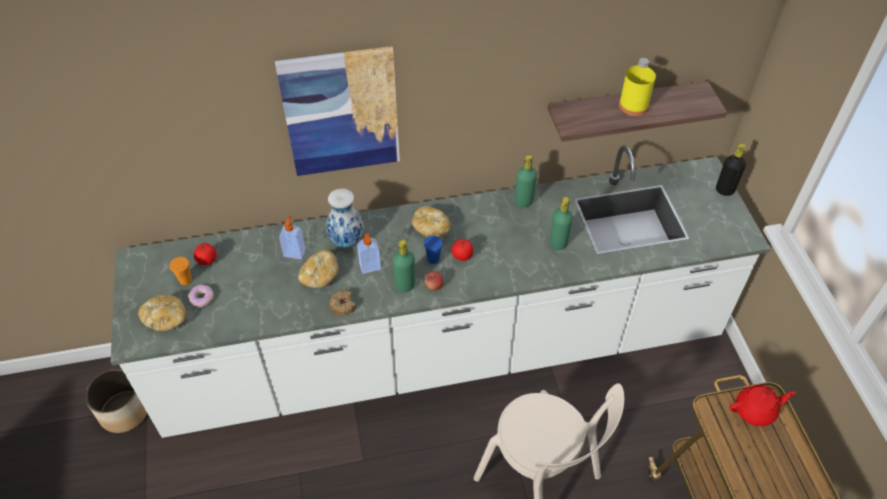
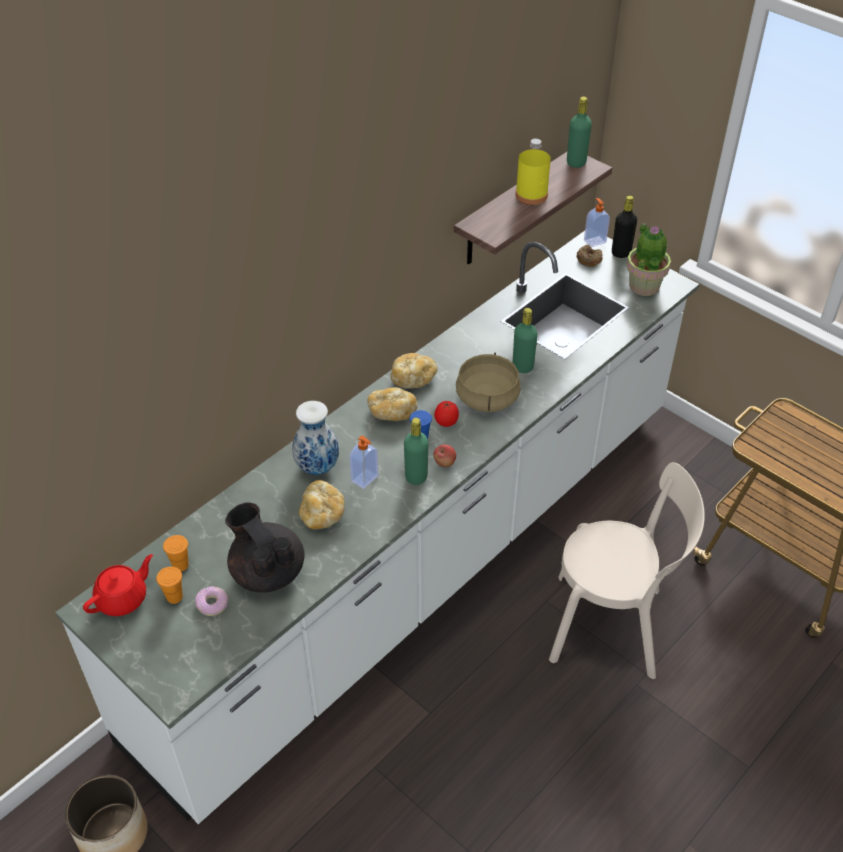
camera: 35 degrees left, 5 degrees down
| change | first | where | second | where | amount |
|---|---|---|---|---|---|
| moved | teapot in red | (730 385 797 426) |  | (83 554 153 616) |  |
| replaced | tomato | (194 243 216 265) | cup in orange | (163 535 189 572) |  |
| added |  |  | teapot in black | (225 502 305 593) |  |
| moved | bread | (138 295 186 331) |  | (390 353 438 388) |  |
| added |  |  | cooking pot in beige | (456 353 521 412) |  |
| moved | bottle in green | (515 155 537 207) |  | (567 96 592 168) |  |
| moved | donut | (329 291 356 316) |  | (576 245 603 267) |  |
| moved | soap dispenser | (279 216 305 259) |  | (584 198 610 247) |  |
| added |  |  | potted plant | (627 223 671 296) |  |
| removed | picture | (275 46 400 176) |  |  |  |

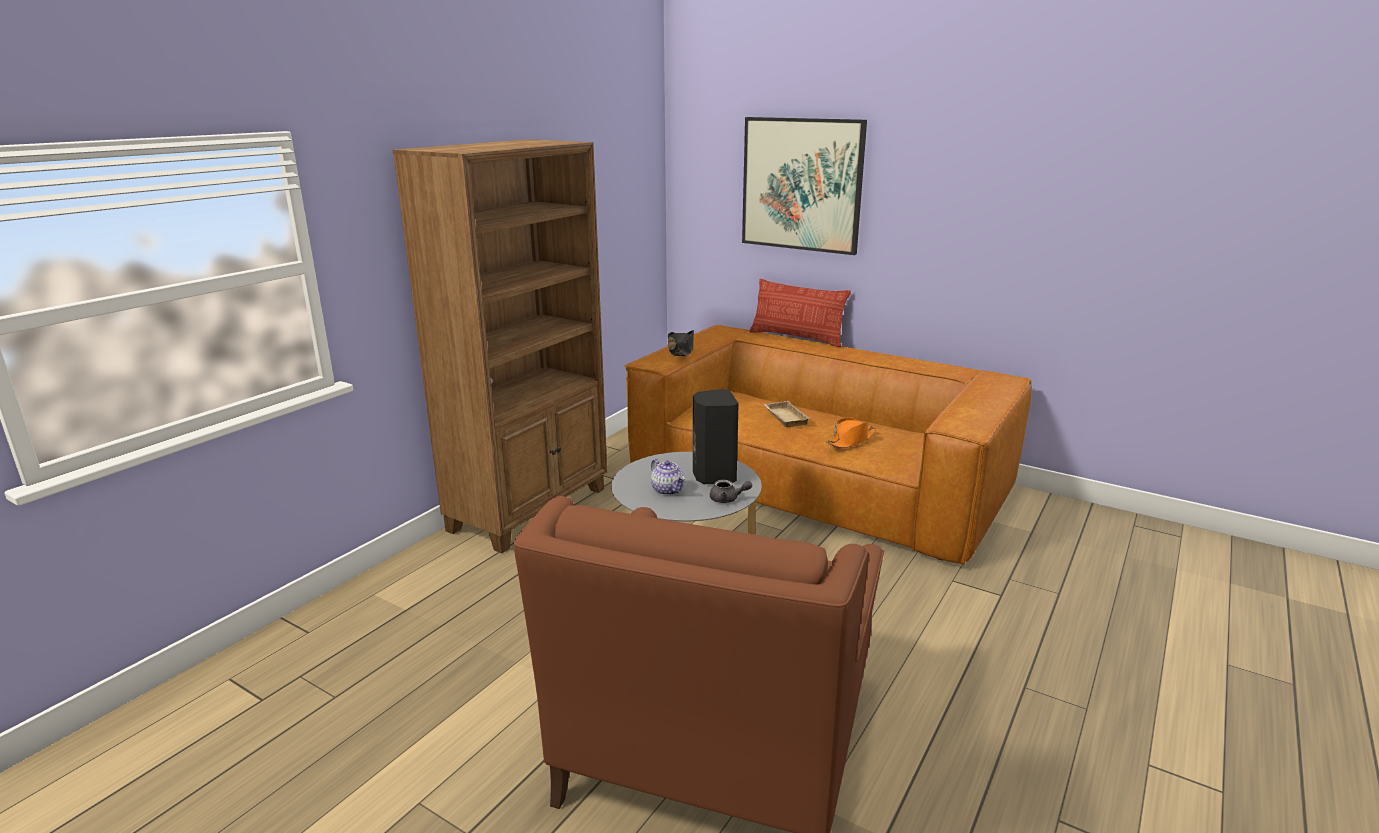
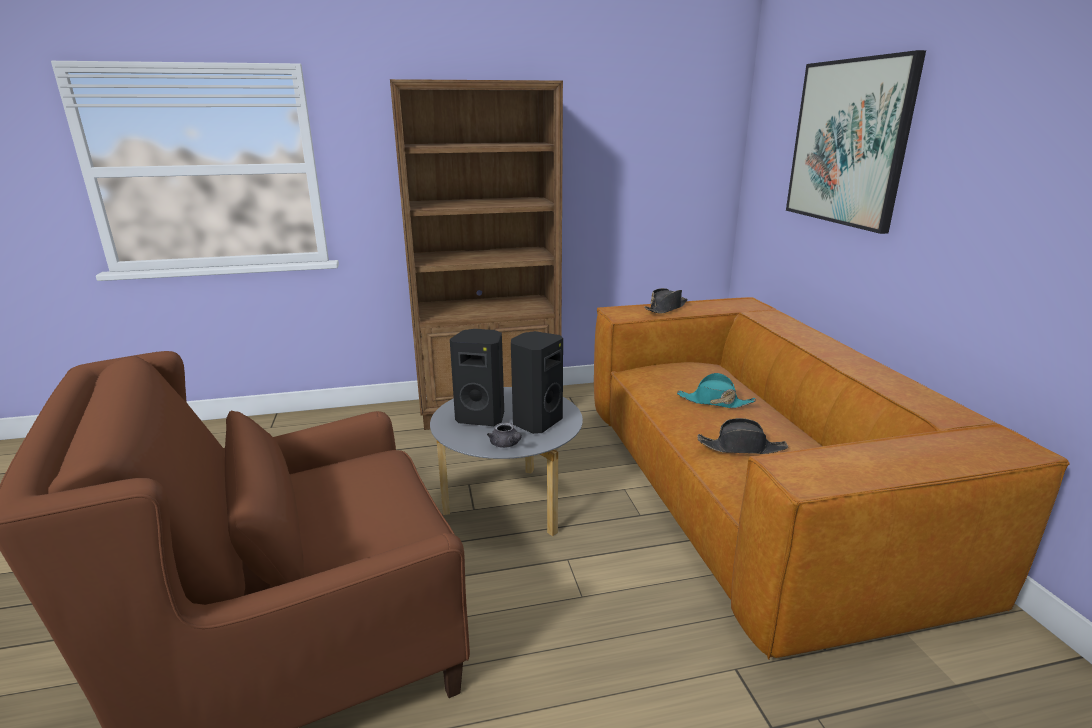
camera: 45 degrees right, 0 degrees up
| change | first | where | second | where | amount |
|---|---|---|---|---|---|
| replaced | teapot | (651 459 685 495) | speaker in black | (450 329 504 426) |  |
| replaced | tray in beige | (764 401 810 427) | hat in turquoise | (677 373 756 408) |  |
| recoloured | hat in orange | (825 417 876 448) | hat in black | (698 418 788 454) |  |
| removed | pillow | (750 279 851 347) |  |  |  |

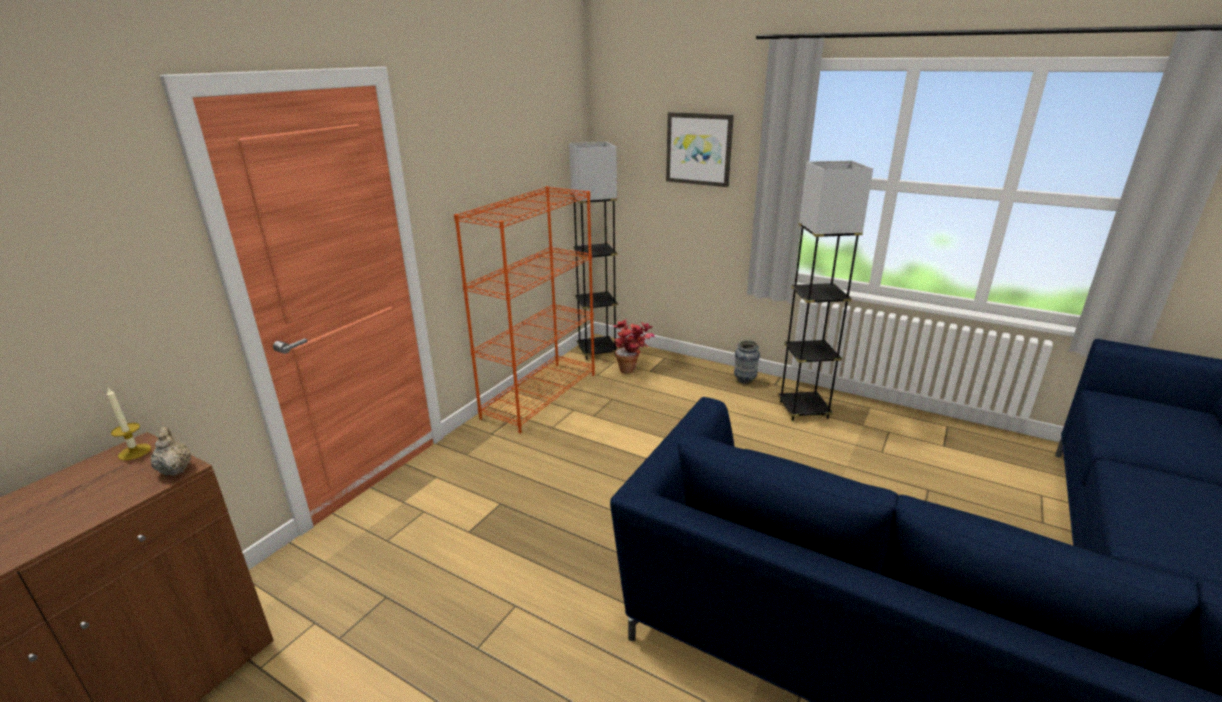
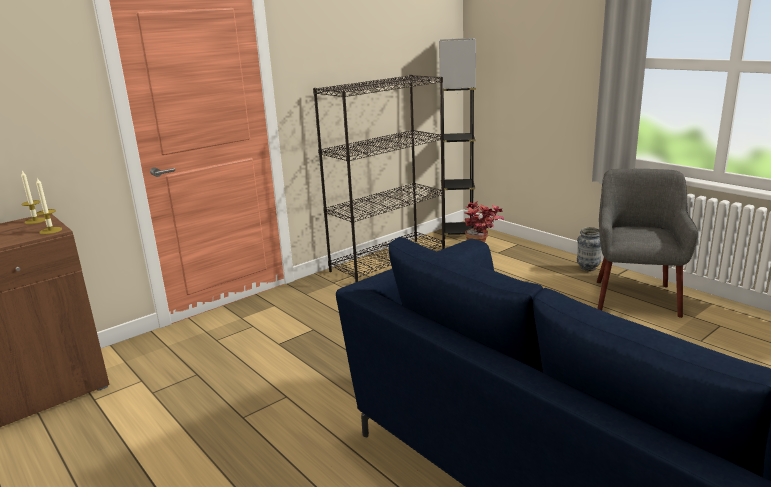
camera: 20 degrees right, 5 degrees down
| change | first | where | second | where | amount |
|---|---|---|---|---|---|
| replaced | teapot in beige | (151 427 191 476) | candle | (36 178 62 234) |  |
| recoloured | bookcase in orange | (454 186 595 433) | bookcase in black | (313 75 445 282) |  |
| replaced | floor lamp in grey | (778 160 873 421) | armchair in grey | (597 169 699 318) |  |
| removed | picture | (666 112 734 187) |  |  |  |

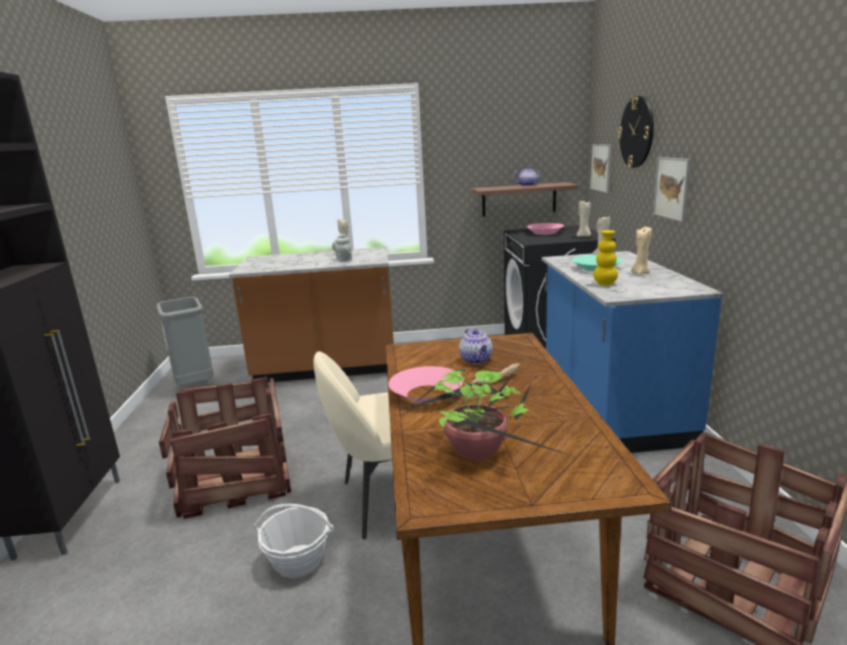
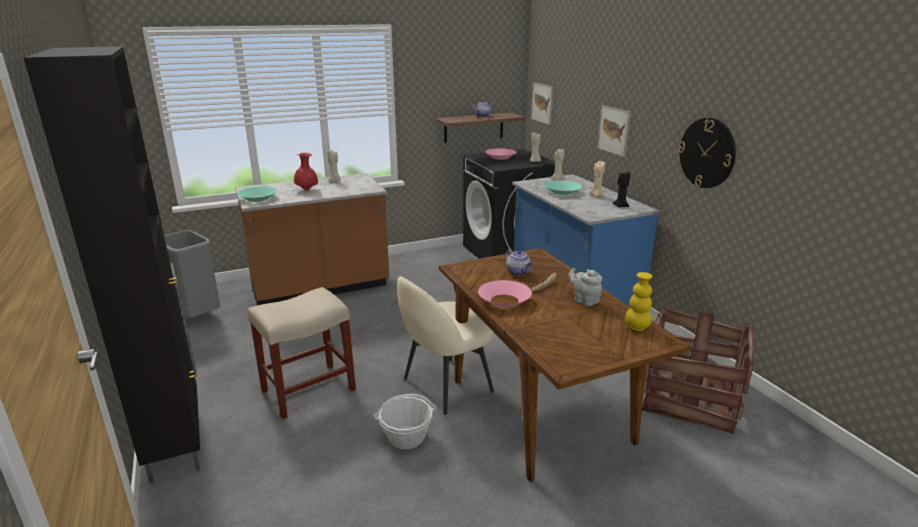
camera: 20 degrees left, 5 degrees up
| change | first | where | second | where | amount |
|---|---|---|---|---|---|
| added |  |  | bowl in turquoise | (237 186 277 202) |  |
| replaced | crate | (159 377 291 519) | stool in beige | (247 287 356 419) |  |
| added |  |  | vase in red | (294 153 318 191) |  |
| moved | teapot in grey | (332 234 352 262) |  | (568 268 602 306) |  |
| added |  |  | candle in black | (612 171 630 208) |  |
| moved | vase in yellow | (593 230 618 286) |  | (625 272 653 331) |  |
| moved | wall clock | (618 96 654 168) |  | (678 118 736 188) |  |
| removed | potted plant | (400 368 572 461) |  |  |  |

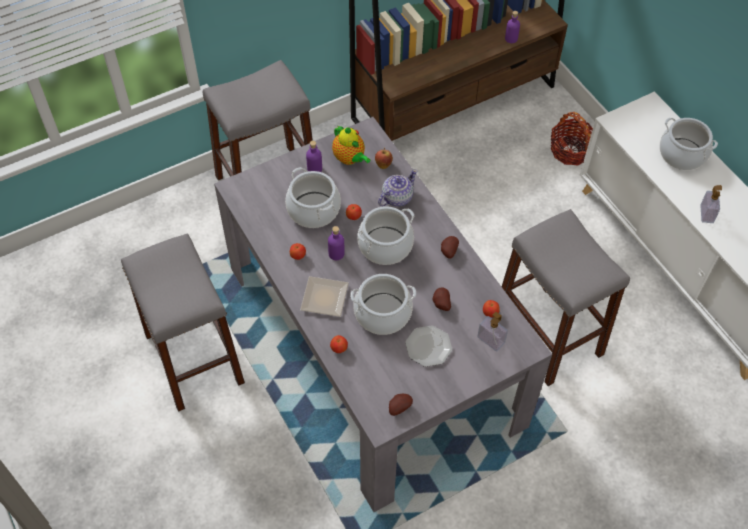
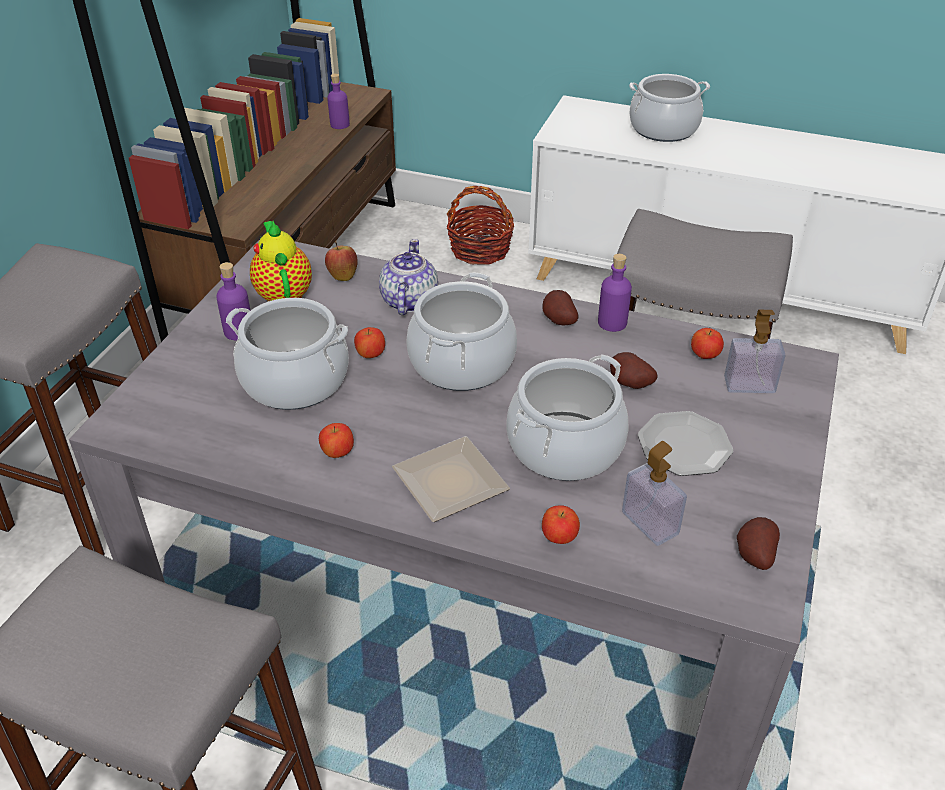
camera: 40 degrees left, 15 degrees down
| change | first | where | second | where | amount |
|---|---|---|---|---|---|
| turned | teapot | (332 125 370 165) |  | (250 221 312 301) | 120 degrees counterclockwise |
| moved | bottle in purple | (328 226 344 260) |  | (598 254 632 332) |  |
| moved | soap dispenser | (700 185 722 223) |  | (622 441 687 546) |  |

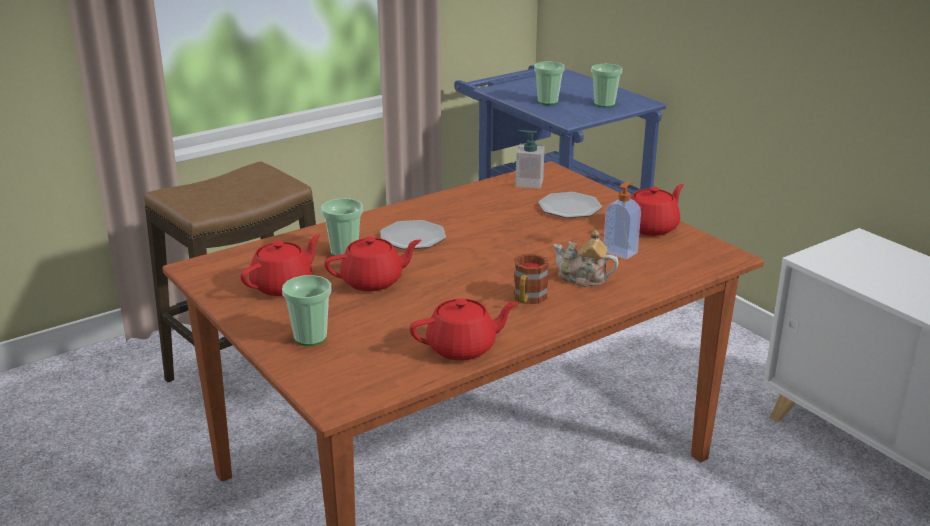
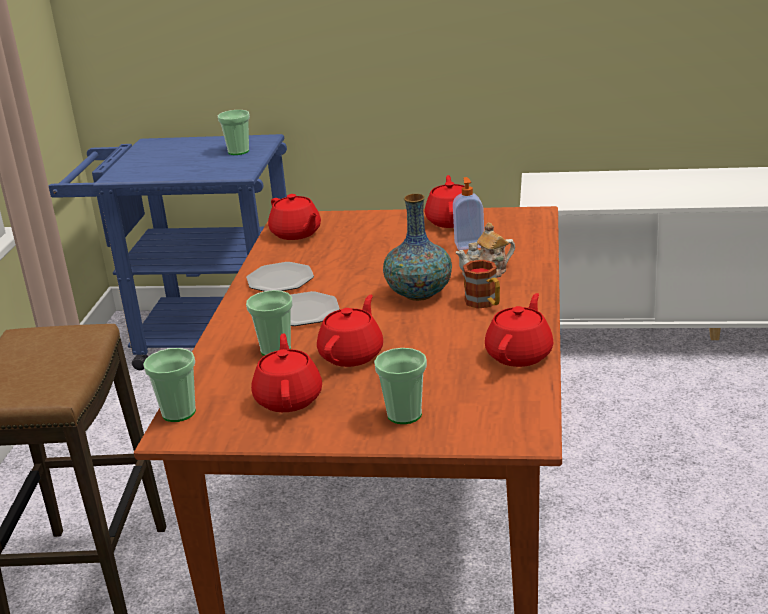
camera: 45 degrees left, 0 degrees up
| change | first | where | second | where | amount |
|---|---|---|---|---|---|
| moved | cup | (534 61 565 105) |  | (143 348 196 422) |  |
| moved | plate | (538 192 602 218) |  | (246 262 314 291) |  |
| replaced | soap dispenser | (515 130 545 189) | teapot in red | (268 194 321 240) |  |
| added |  |  | vase | (383 194 452 301) |  |

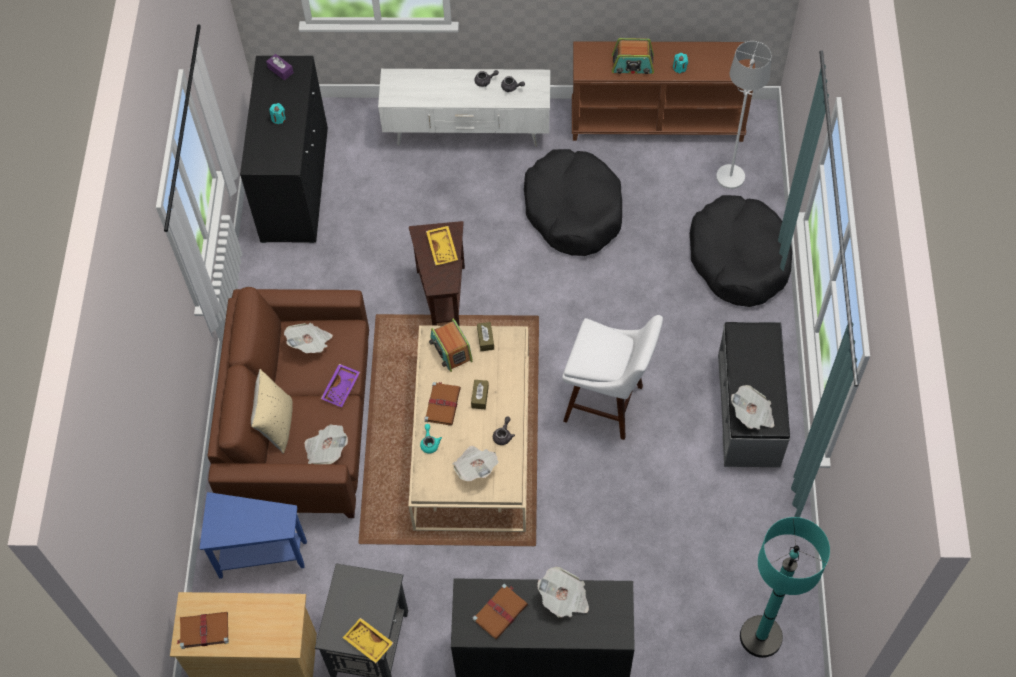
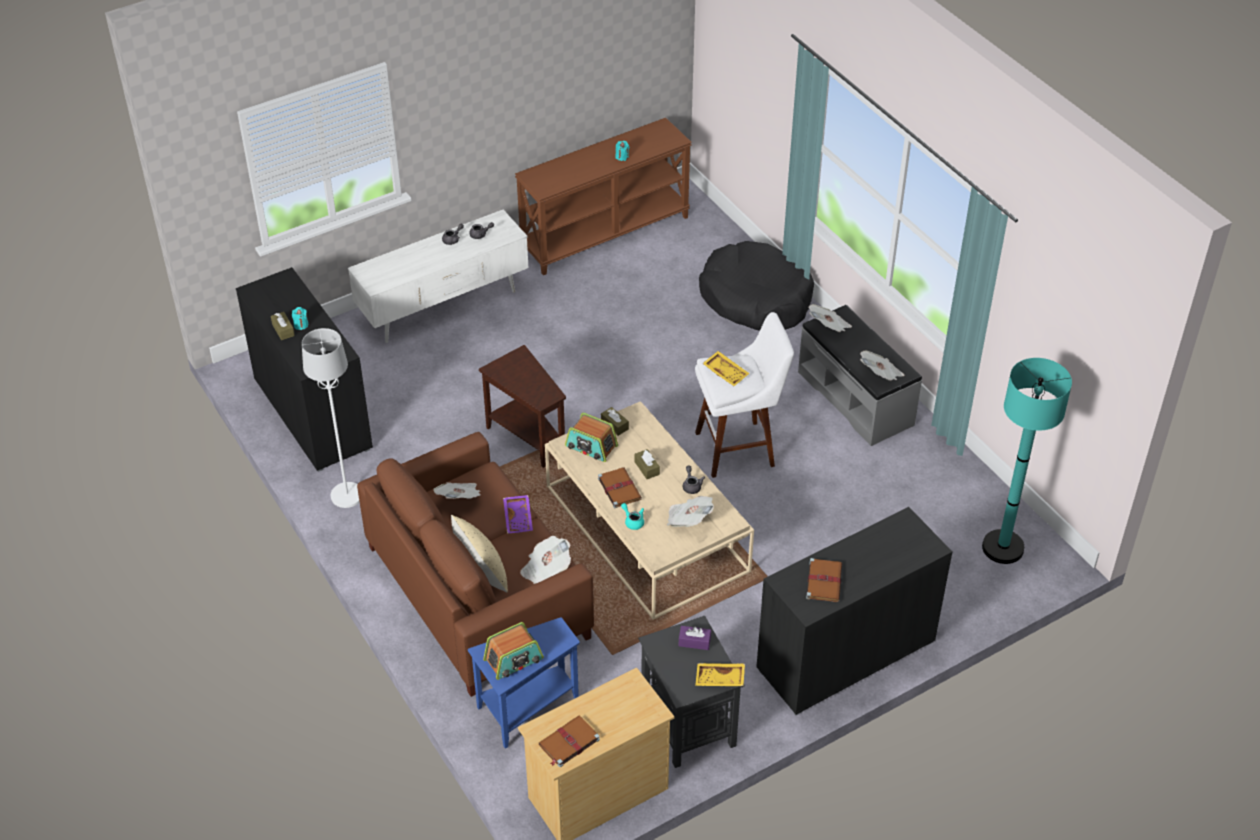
camera: 35 degrees left, 15 degrees down
| change | first | where | second | where | amount |
|---|---|---|---|---|---|
| added |  |  | tissue box in brown | (271 312 295 340) |  |
| moved | floor lamp in white | (716 41 772 189) |  | (302 328 360 508) |  |
| moved | radio | (612 38 654 74) |  | (483 622 544 680) |  |
| moved | tissue box in purple | (266 54 294 80) |  | (679 626 711 650) |  |
| moved | tray in yellow | (426 226 458 266) |  | (702 351 749 386) |  |
| moved | newspaper | (538 567 589 618) |  | (809 304 852 332) |  |
| removed | dog bed in black | (524 149 622 256) |  |  |  |

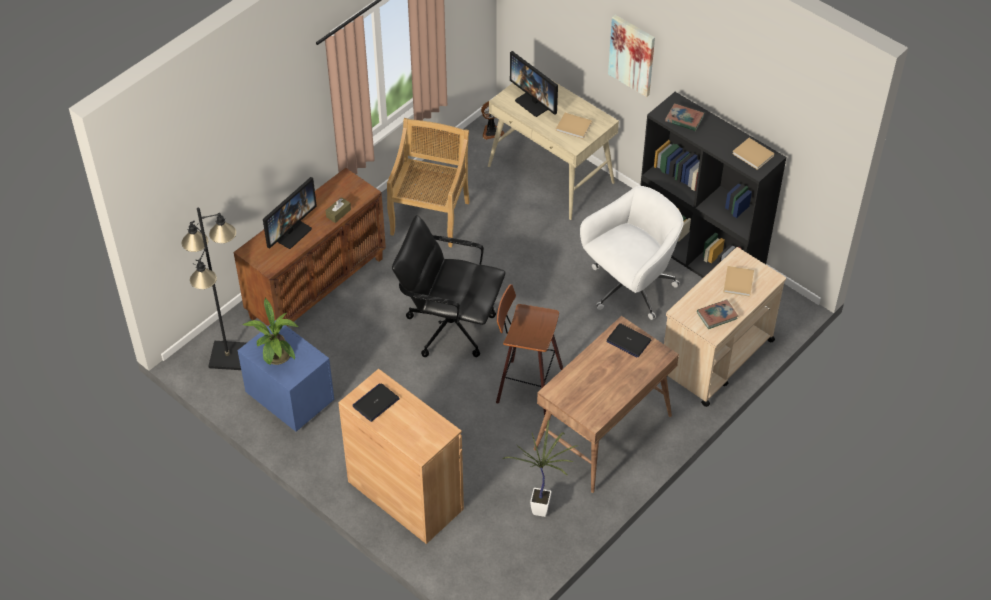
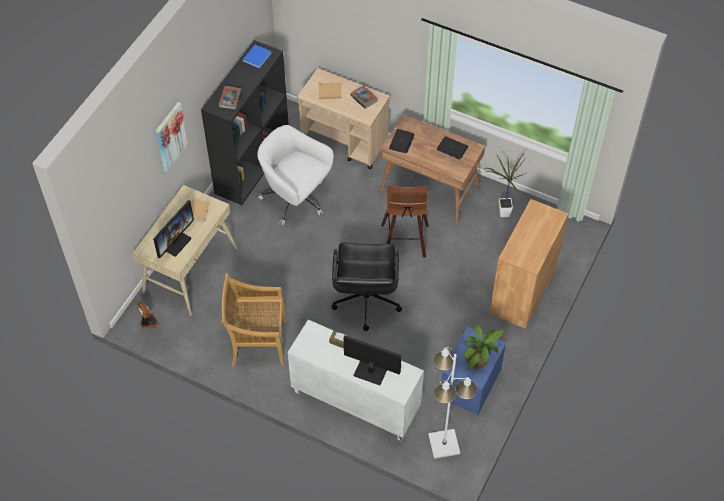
camera: 105 degrees left, 5 degrees up
| change | first | where | second | where | amount |
|---|---|---|---|---|---|
| recoloured | book in beige | (732 138 775 170) | book in blue | (242 45 272 68) |  |
| recoloured | cabinet in brown | (234 168 386 326) | cabinet in white | (288 319 424 441) |  |
| recoloured | floor lamp in black | (181 207 246 370) | floor lamp in white | (428 347 477 459) |  |
| moved | laptop | (352 383 400 422) |  | (437 136 468 160) |  |

